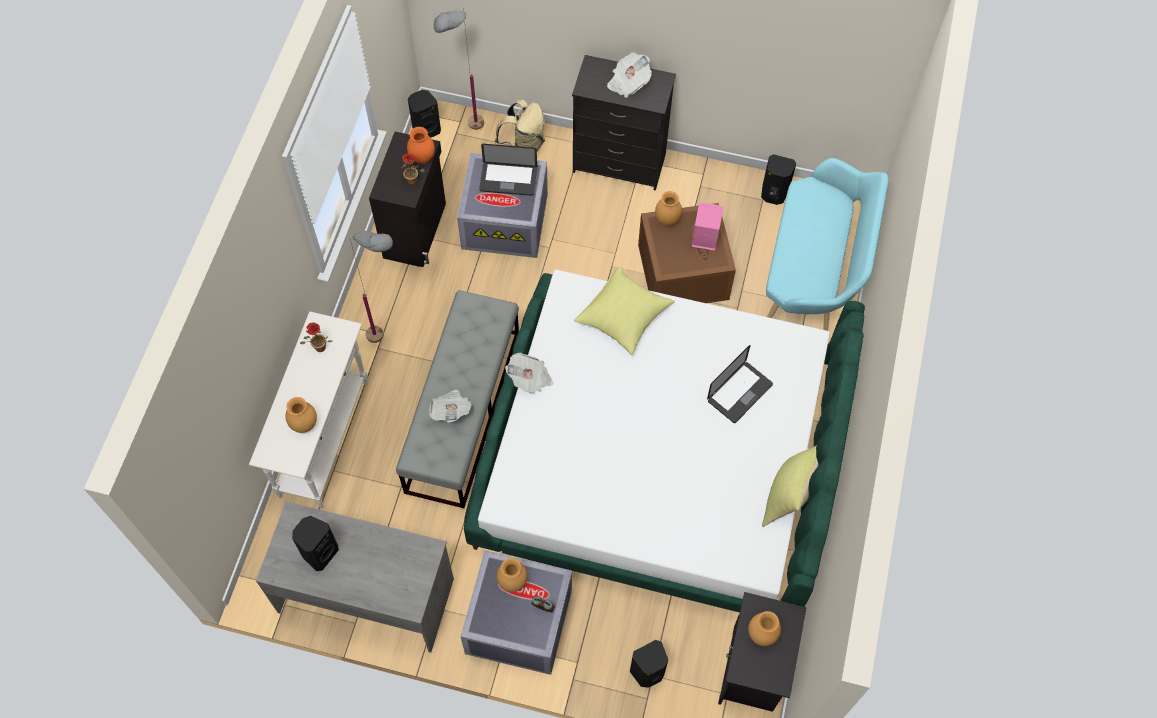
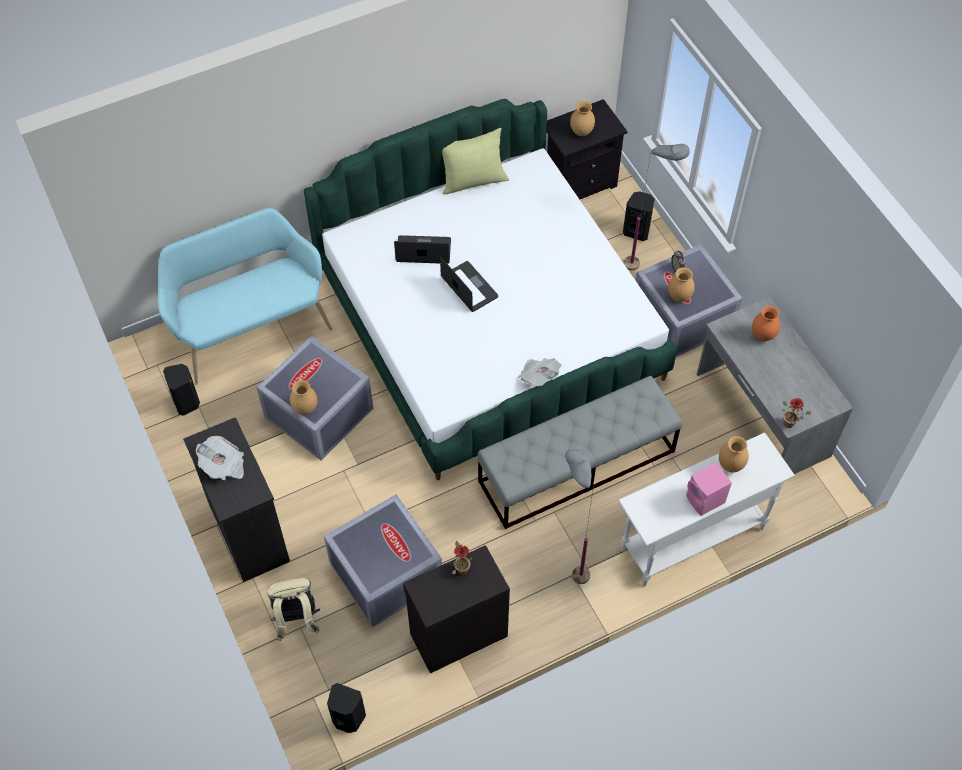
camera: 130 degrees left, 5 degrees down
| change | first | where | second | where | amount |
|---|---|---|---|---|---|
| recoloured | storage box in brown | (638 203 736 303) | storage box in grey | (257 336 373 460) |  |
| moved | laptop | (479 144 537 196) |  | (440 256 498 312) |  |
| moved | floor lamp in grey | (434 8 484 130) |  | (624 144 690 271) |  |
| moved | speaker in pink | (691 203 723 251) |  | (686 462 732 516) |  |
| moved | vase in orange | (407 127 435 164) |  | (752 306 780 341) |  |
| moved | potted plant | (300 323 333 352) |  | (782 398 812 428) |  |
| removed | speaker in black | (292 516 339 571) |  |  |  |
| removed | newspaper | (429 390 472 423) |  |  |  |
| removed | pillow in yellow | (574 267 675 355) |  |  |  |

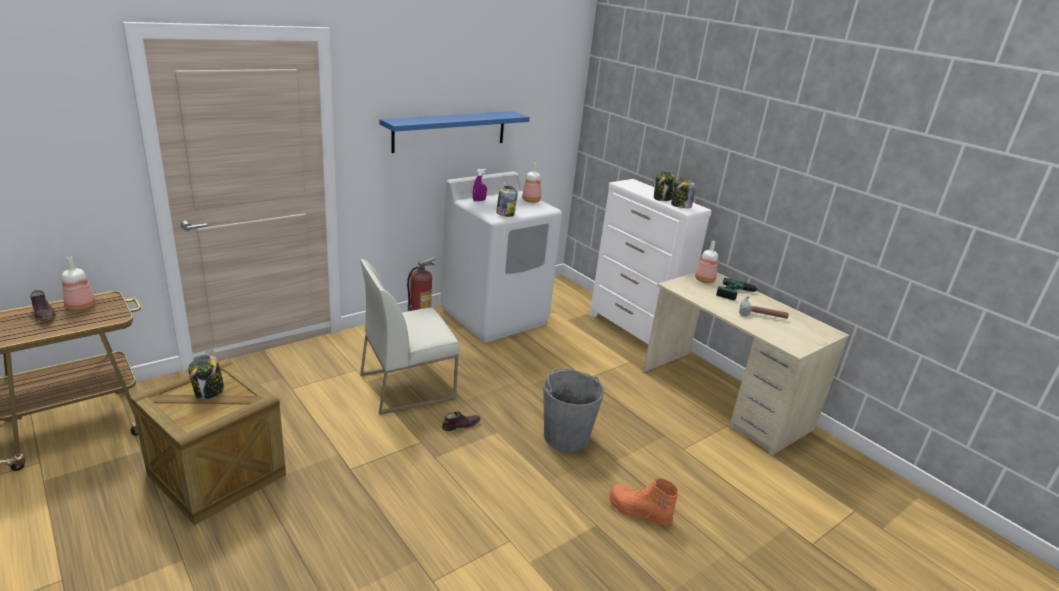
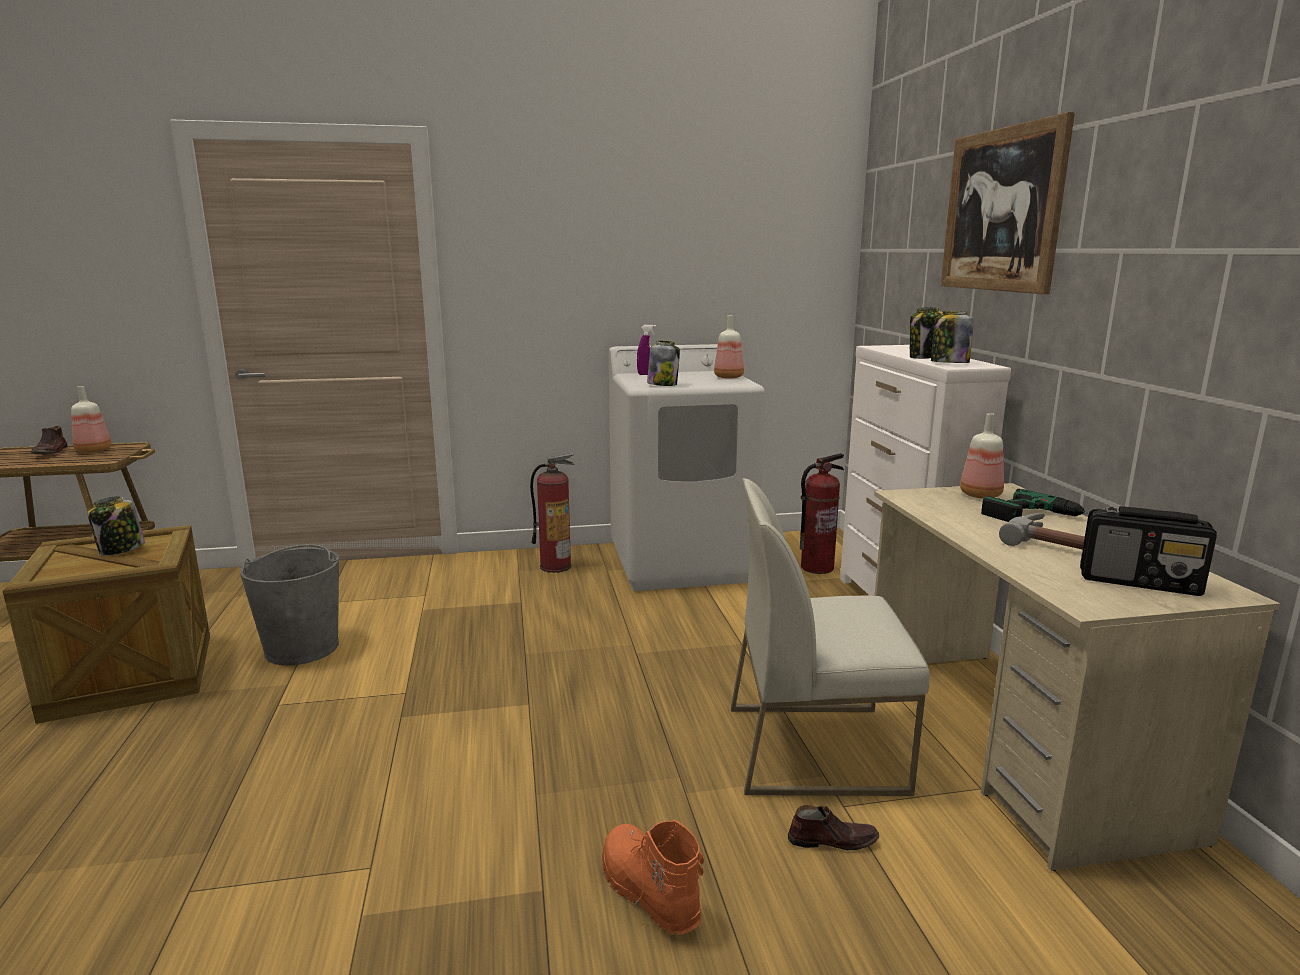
camera: 30 degrees right, 10 degrees down
| change | first | where | second | where | amount |
|---|---|---|---|---|---|
| moved | bucket in grey | (543 368 604 452) |  | (240 544 339 666) |  |
| moved | chair in white | (360 259 460 415) |  | (731 478 930 796) |  |
| moved | shoe in brown | (442 411 481 431) |  | (788 805 879 850) |  |
| added |  |  | fire extinguisher | (800 453 844 574) |  |
| added |  |  | picture | (941 112 1075 294) |  |
| added |  |  | radio | (1080 506 1217 596) |  |
| removed | shelf in blue | (380 111 530 153) |  |  |  |

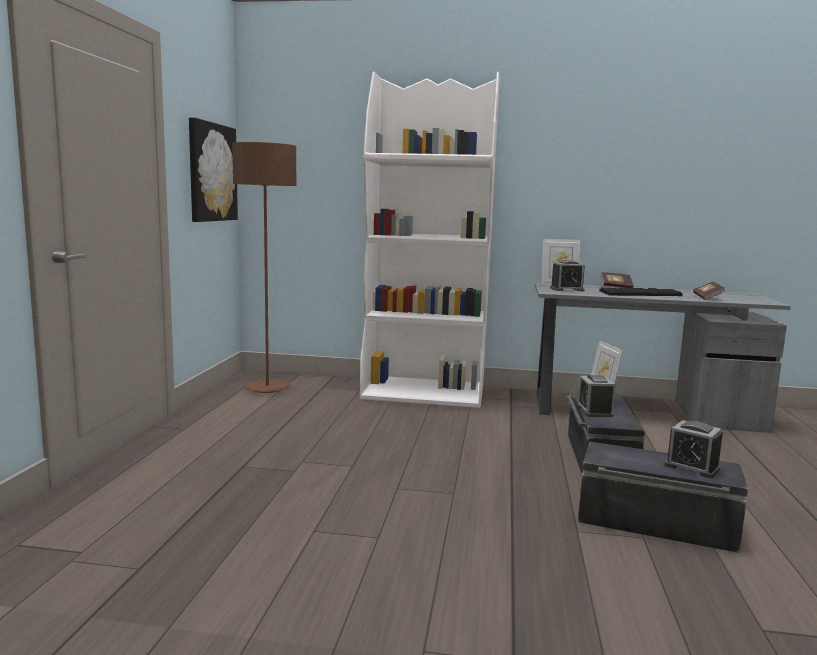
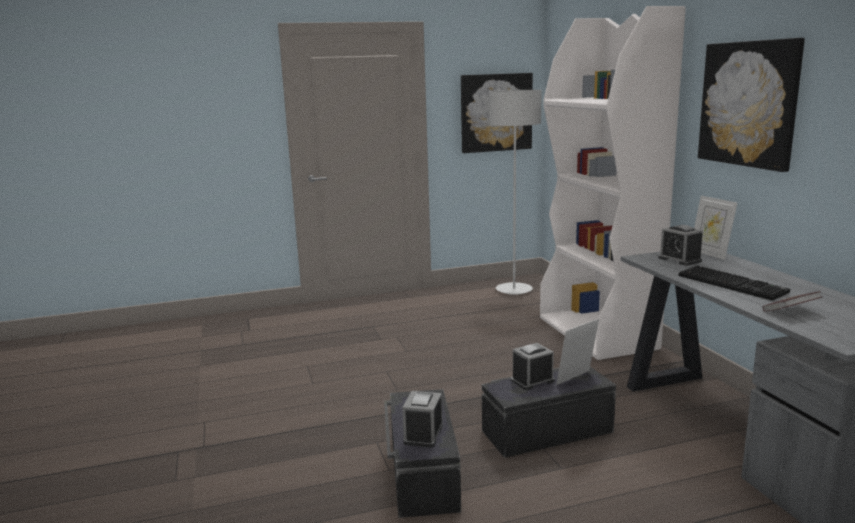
camera: 65 degrees right, 5 degrees up
| change | first | where | second | where | amount |
|---|---|---|---|---|---|
| recoloured | floor lamp in brown | (232 142 296 393) | floor lamp in grey | (489 90 542 295) |  |
| added |  |  | picture | (698 38 805 172) |  |
| removed | book | (600 272 634 288) |  |  |  |

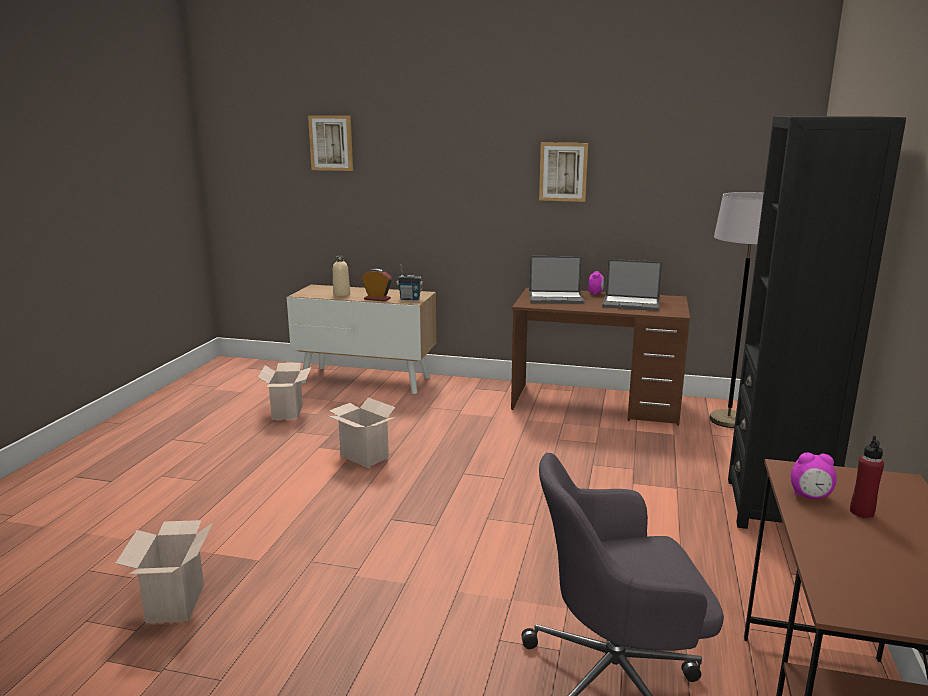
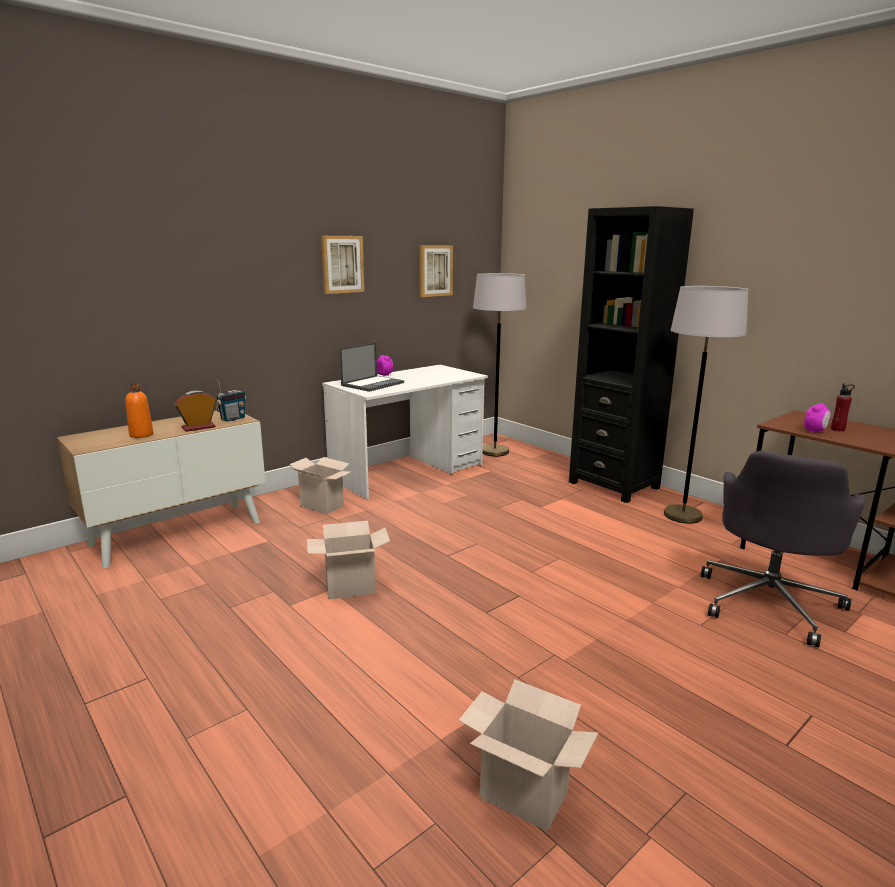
camera: 55 degrees left, 0 degrees up
| change | first | where | second | where | amount |
|---|---|---|---|---|---|
| recoloured | bottle in beige | (333 255 350 297) | bottle in orange | (125 384 153 438) |  |
| moved | cardboard box | (258 363 311 420) |  | (289 457 351 515) |  |
| recoloured | desk in brown | (511 287 690 426) | desk in white | (322 365 488 500) |  |
| moved | picture | (308 115 353 171) |  | (420 246 453 297) |  |
| added |  |  | floor lamp in grey | (664 286 748 524) |  |
| removed | laptop | (602 259 662 311) |  |  |  |

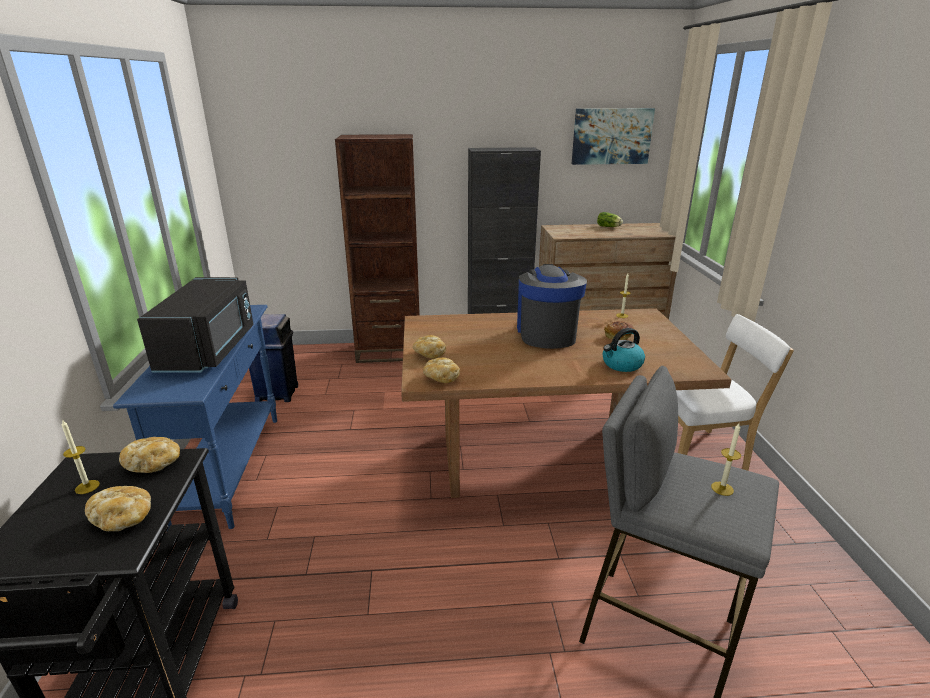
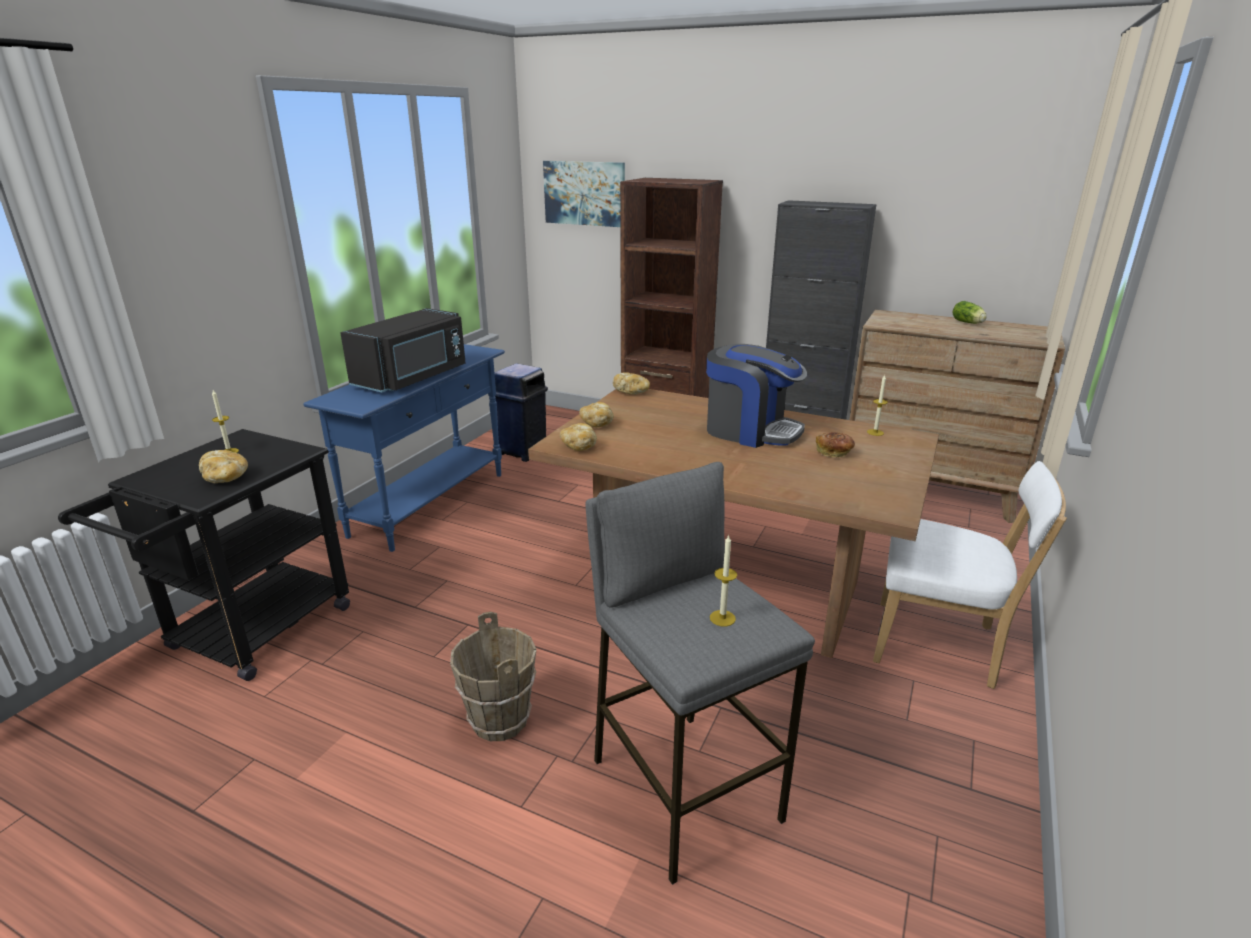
camera: 30 degrees right, 0 degrees up
| change | first | where | second | where | amount |
|---|---|---|---|---|---|
| added |  |  | bucket in brown | (450 612 536 741) |  |
| moved | picture | (572 108 655 165) |  | (543 161 625 227) |  |
| moved | bread | (119 437 180 473) |  | (613 372 650 395) |  |
| turned | coffee machine | (517 264 587 349) |  | (706 344 807 448) | 90 degrees clockwise |
| removed | kettle | (603 328 645 372) |  |  |  |

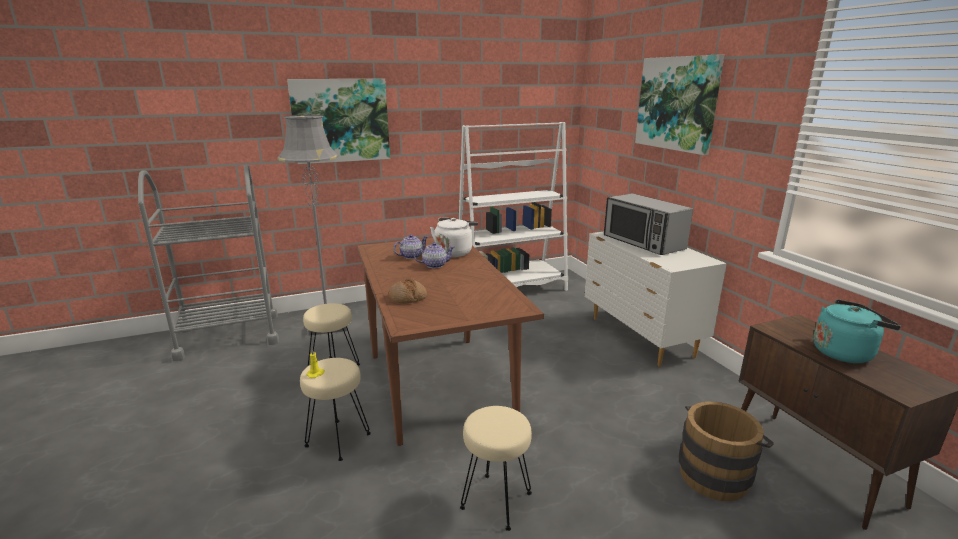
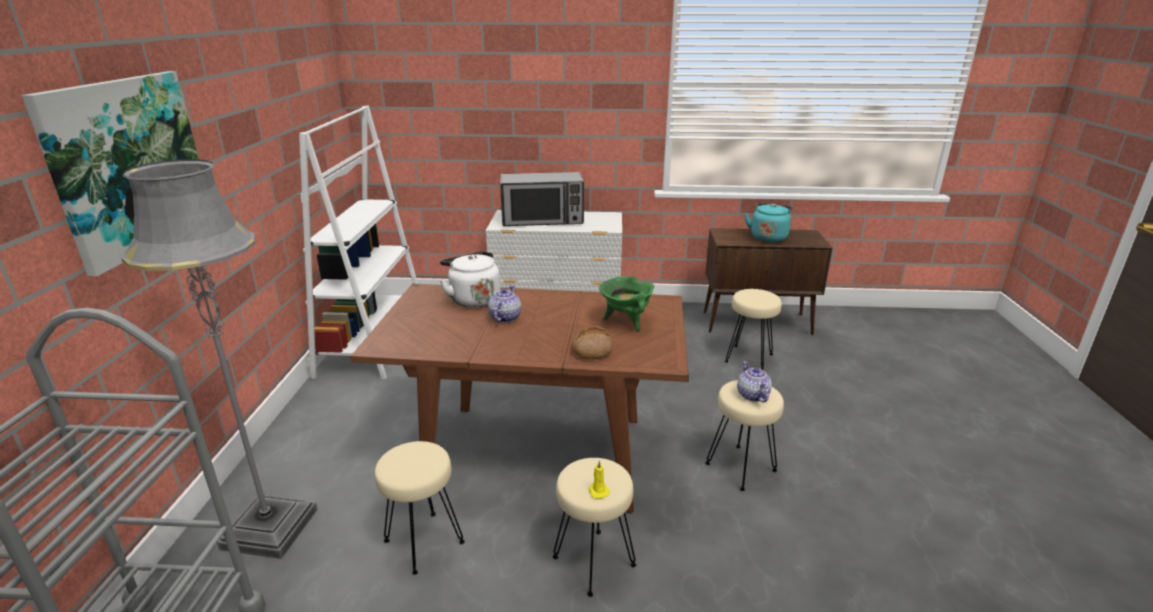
camera: 65 degrees left, 5 degrees up
| change | first | where | second | where | amount |
|---|---|---|---|---|---|
| added |  |  | cooking pot in green | (599 276 655 332) |  |
| replaced | bucket in brown | (679 402 774 501) | stool in beige | (725 289 782 370) |  |
| moved | teapot | (393 234 428 259) |  | (737 361 772 403) |  |
| removed | picture | (635 54 724 155) |  |  |  |

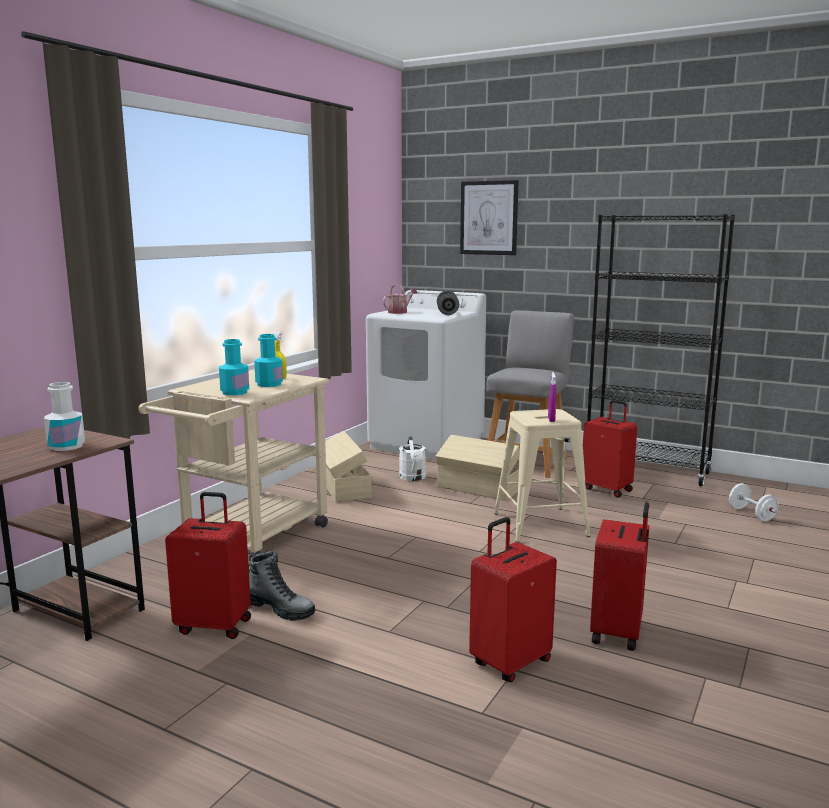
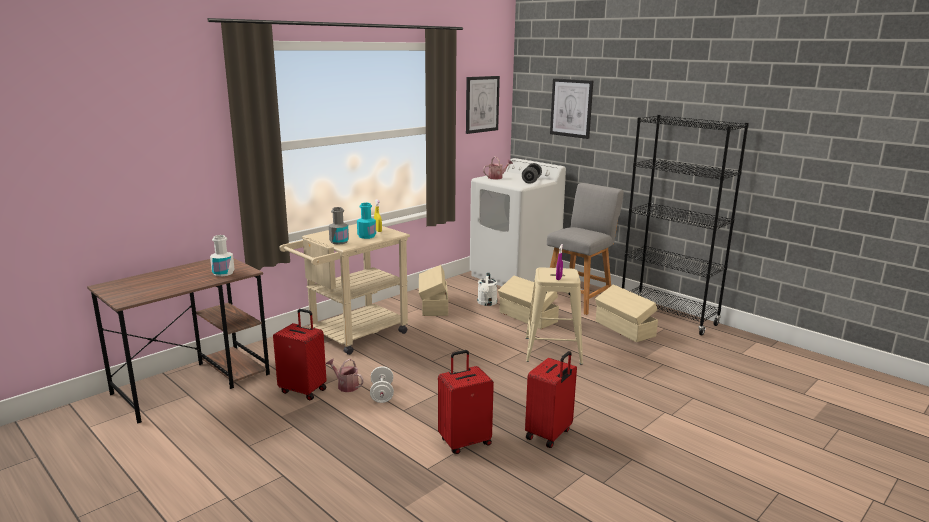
camera: 15 degrees right, 5 degrees up
| change | first | where | second | where | amount |
|---|---|---|---|---|---|
| replaced | boot | (248 550 316 621) | watering can | (326 359 364 392) |  |
| recoloured | bottle in turquoise | (219 339 249 395) | bottle in grey | (329 207 349 245) |  |
| moved | dumbbell in white | (729 483 779 521) |  | (370 366 394 403) |  |
| added |  |  | picture | (466 76 500 134) |  |
| replaced | suitcase in red | (583 400 637 498) | storage box in beige | (595 284 658 342) |  |

